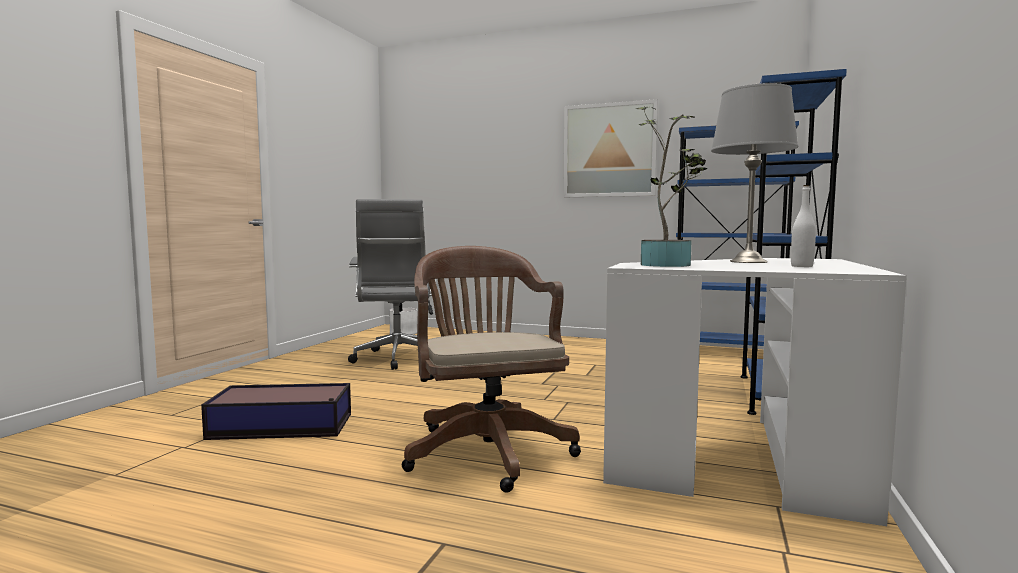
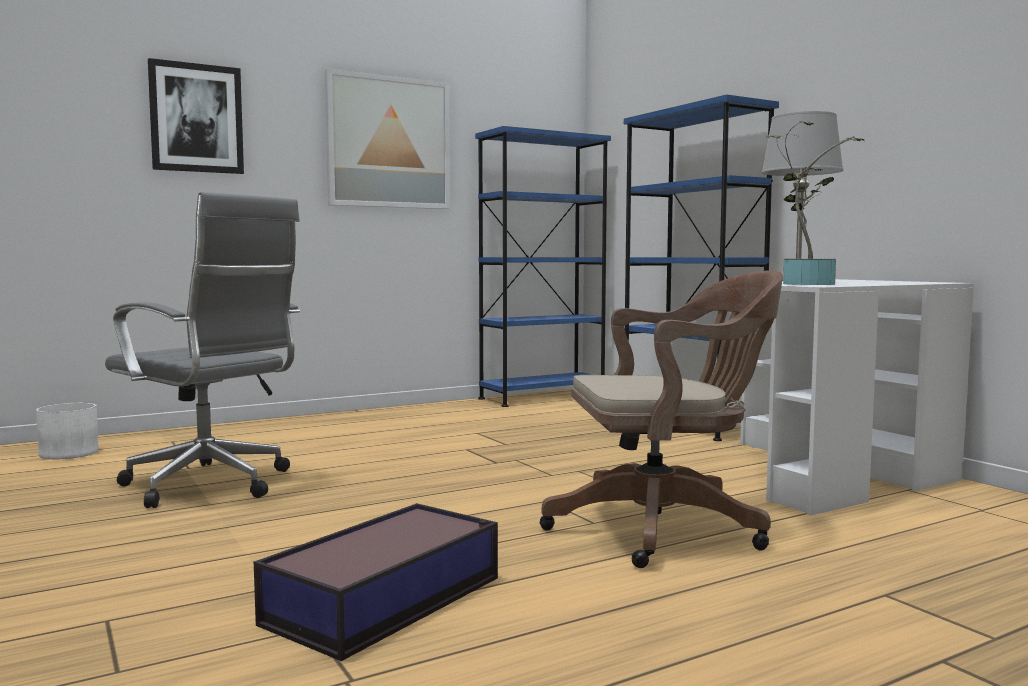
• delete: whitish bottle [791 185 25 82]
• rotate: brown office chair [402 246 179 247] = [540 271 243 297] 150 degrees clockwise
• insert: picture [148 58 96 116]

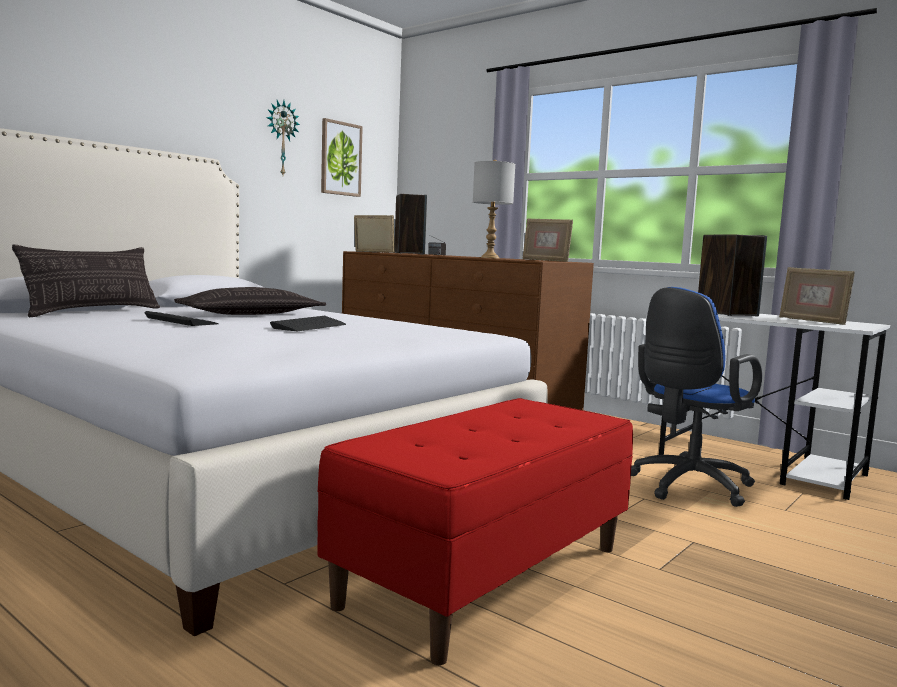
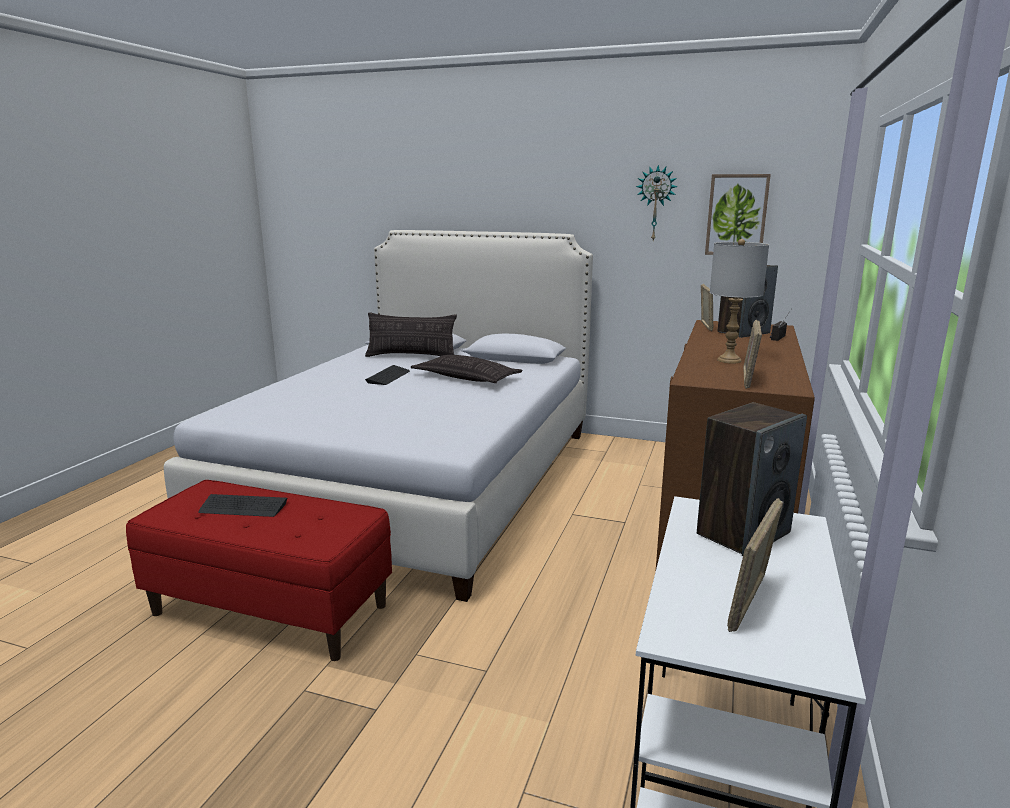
• delete: bluish office chair [631 287 131 220]
• move: PC keyboard [270 316 76 15] to [198 494 89 23]

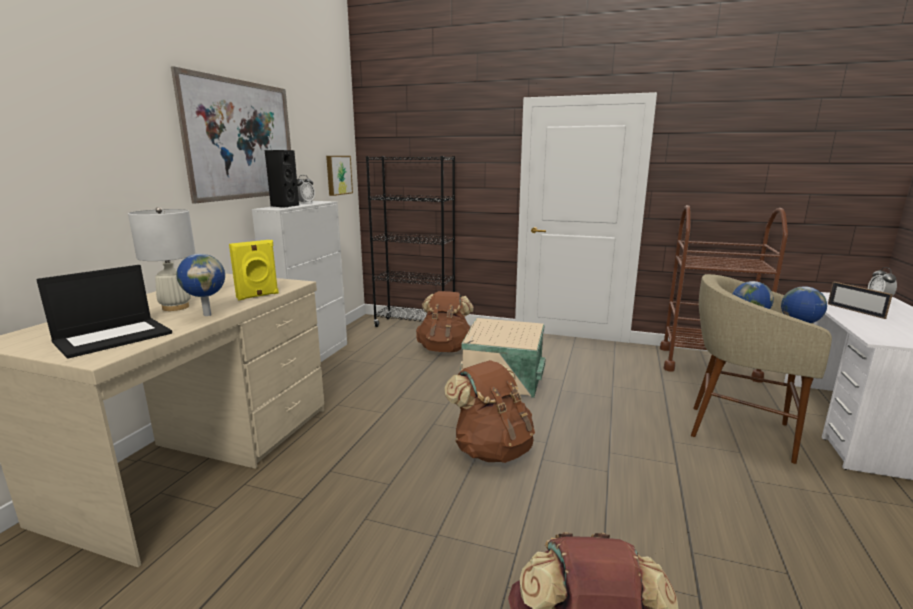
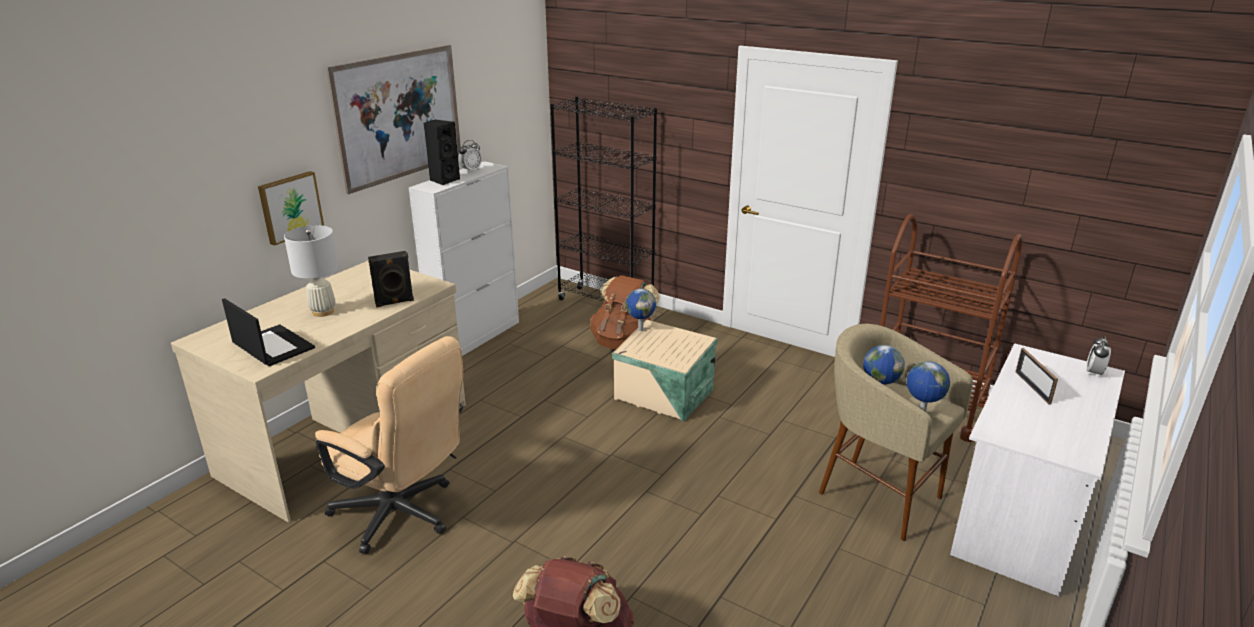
• move: picture [326 156 27 40] to [258 171 66 75]
• recolor: yellow-coloured audio speaker [229 240 50 60] to black-coloured audio speaker [368 251 46 56]
• move: world globe [176 254 49 62] to [626 289 30 42]
• rotate: notebook computer [36 265 136 94] = [222 298 93 68] 105 degrees counterclockwise
• delete: brown rucksack [444 360 91 103]
• insert: sand-coloured office chair [315 336 148 218]

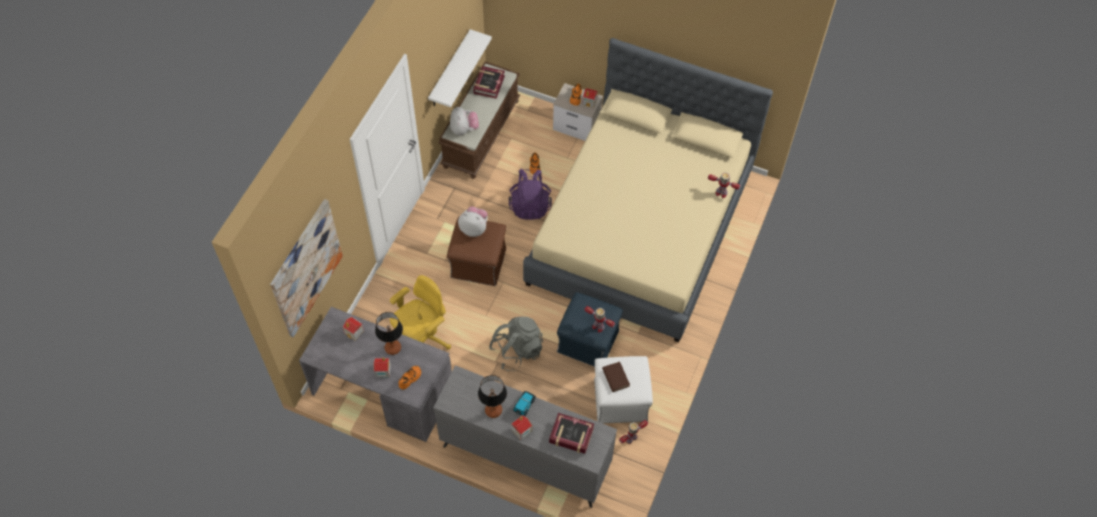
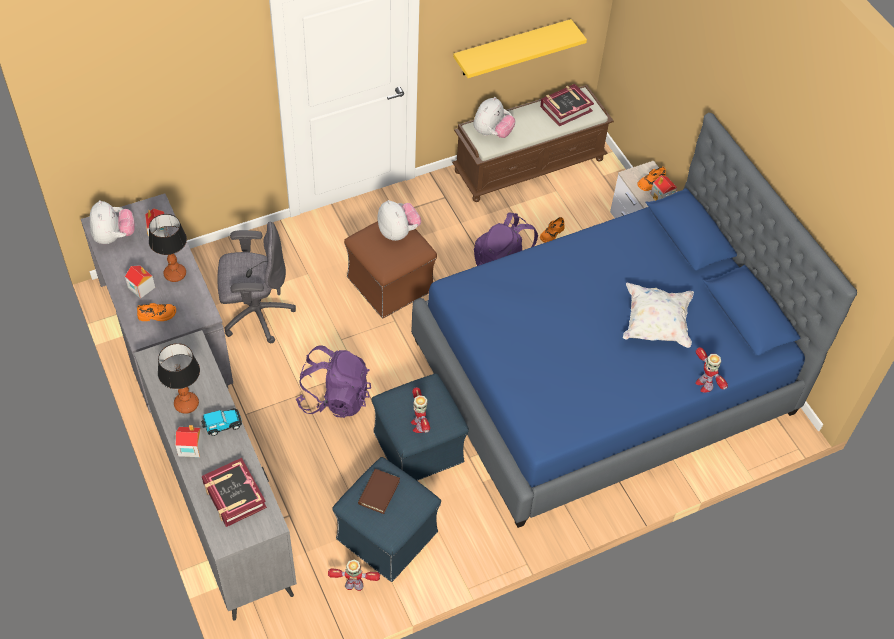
• recolor: whitish bracket shelf [428 29 64 78] to yellow-coloured bracket shelf [453 19 134 59]
• recolor: sand-coloured bedroom bed [523 38 250 304] to bluish bedroom bed [411 113 446 415]
• delete: picture [270 199 73 138]
• recolor: yellow-coloured office chair [390 275 61 75] to greyish office chair [218 222 78 121]
• recolor: greyish rucksack [489 316 54 55] to purplish rucksack [296 345 75 73]
• recolor: whitish ottoman [594 356 59 67] to bluish ottoman [333 457 108 125]
• insert: plush toy [89 200 46 44]
• insert: whitish throw pillow [623 282 71 66]

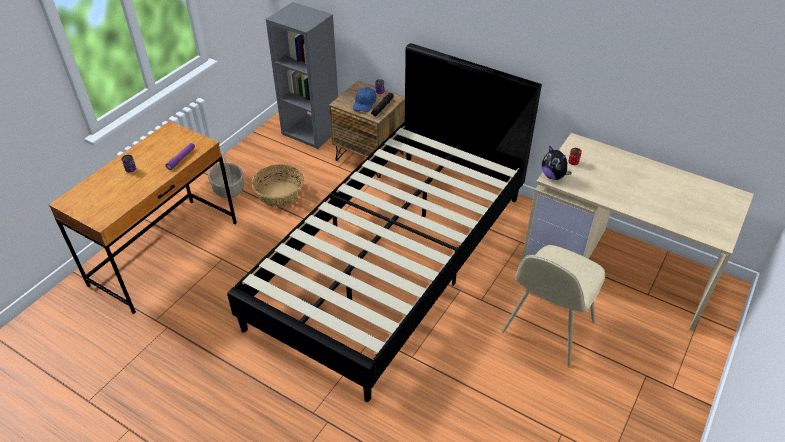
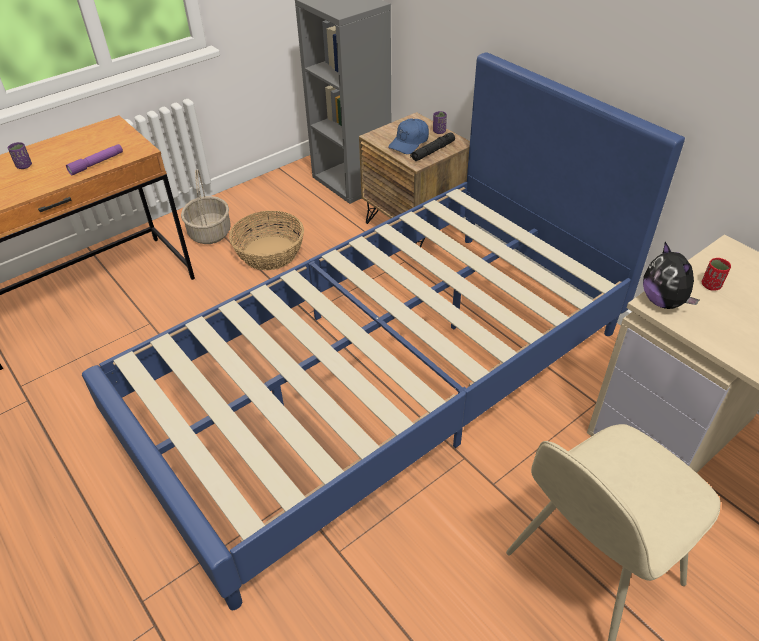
• recolor: black-coloured bedroom bed [227 43 315 359] to bluish bedroom bed [82 52 603 558]

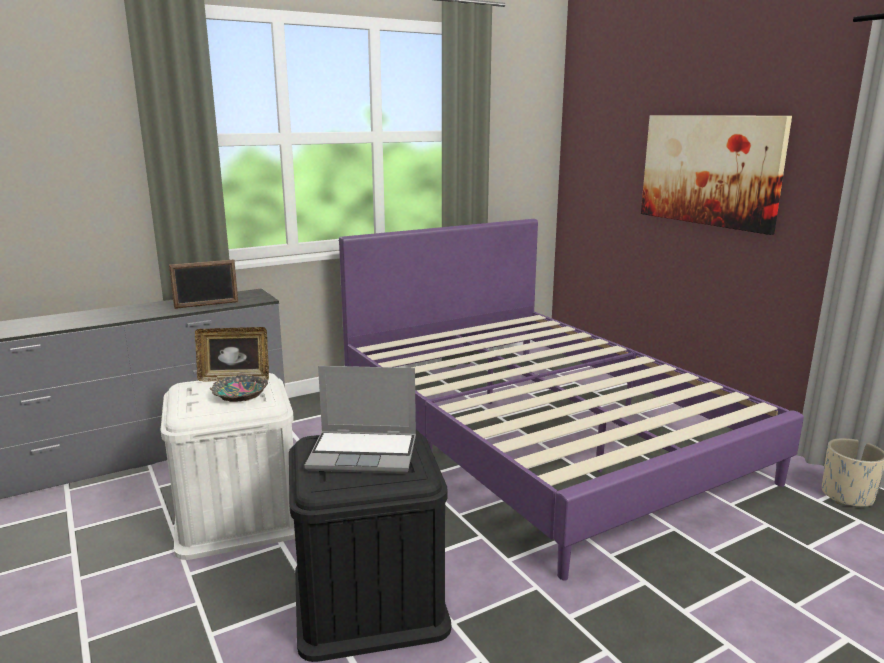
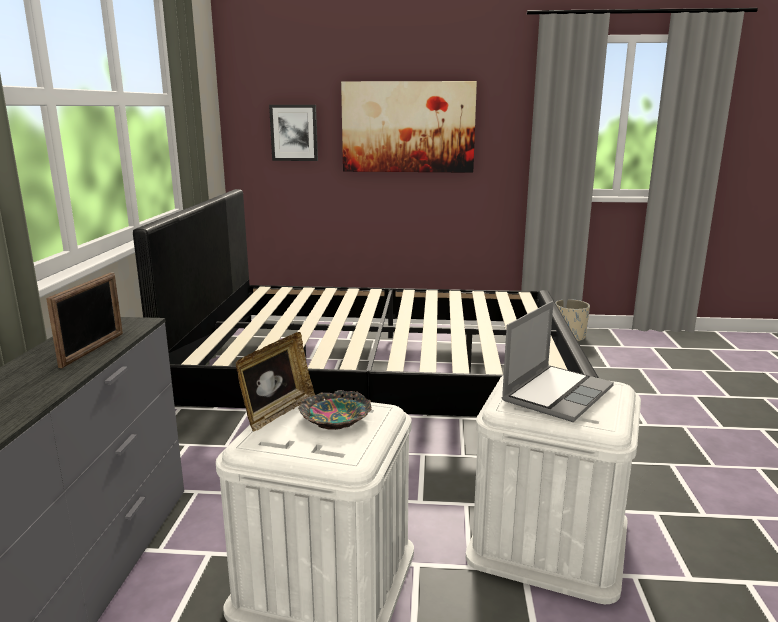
• recolor: purplish bedroom bed [339 219 465 362] to black-coloured bedroom bed [133 189 466 228]
• recolor: black-coloured storage bin [289 430 162 232] to whitish storage bin [466 375 175 229]
• insert: picture [269 105 49 56]

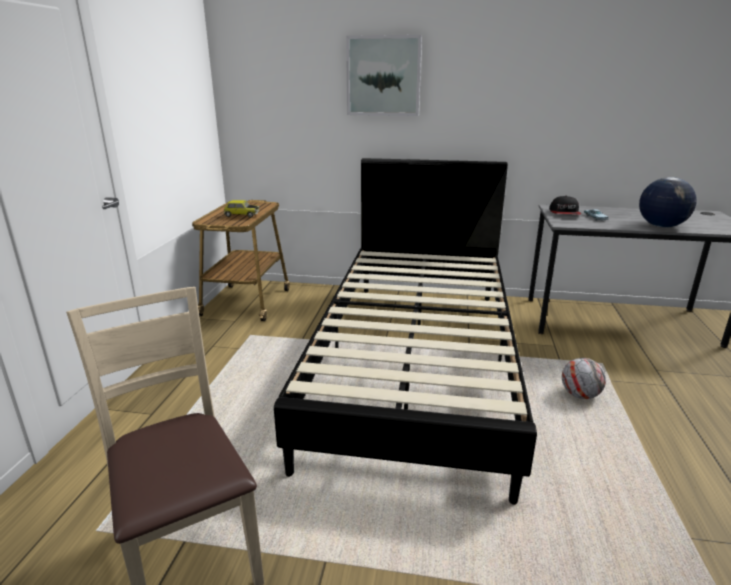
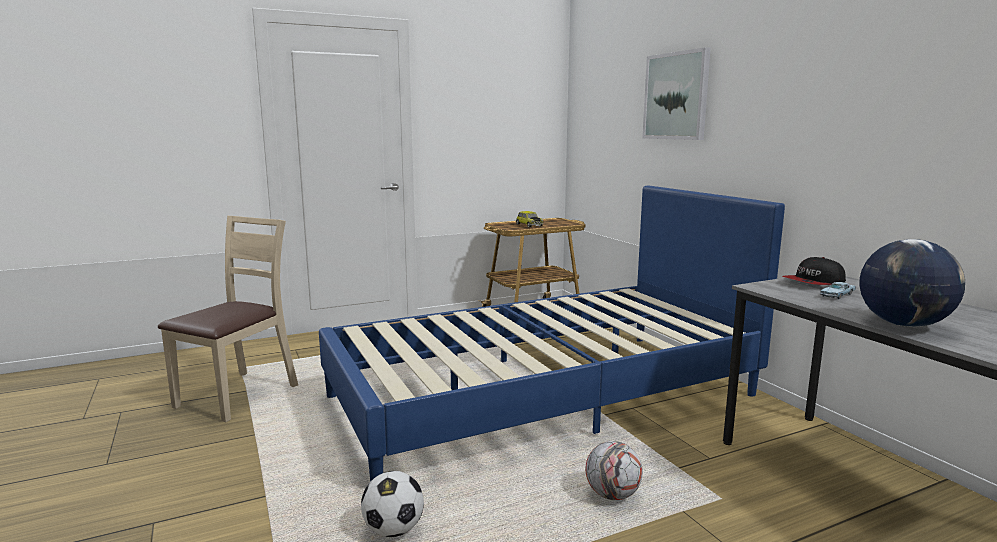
• recolor: black-coloured bedroom bed [274 158 263 347] to bluish bedroom bed [319 185 466 297]
• insert: football [361 471 63 66]

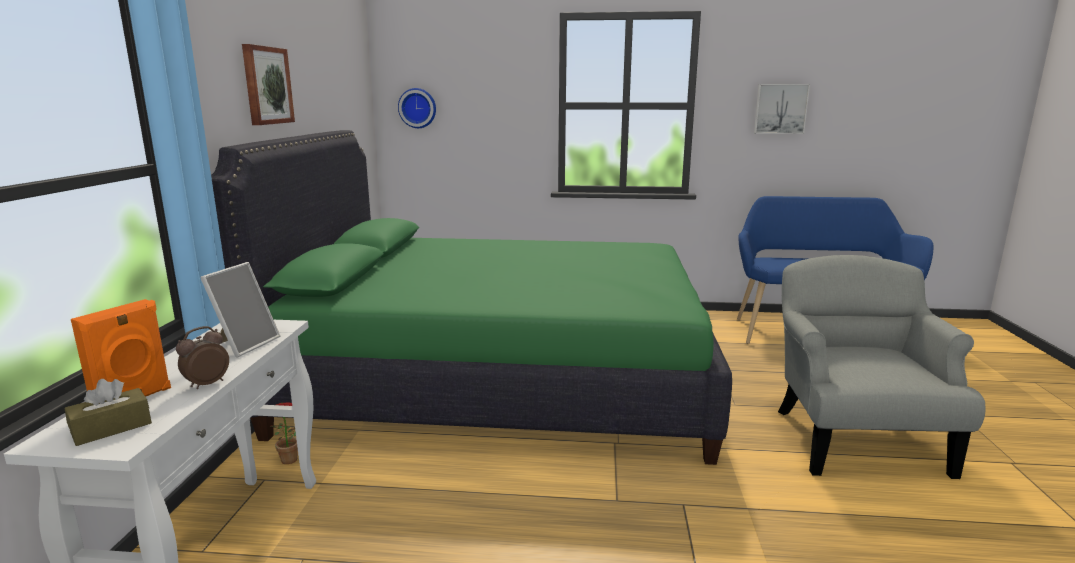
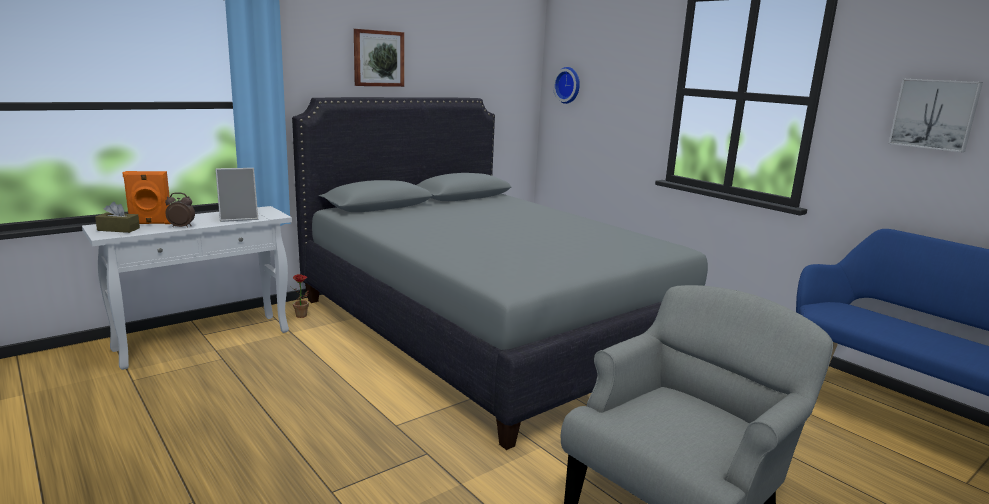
• recolor: green bedroom bed [211 130 521 335] to greyish bedroom bed [292 97 416 353]

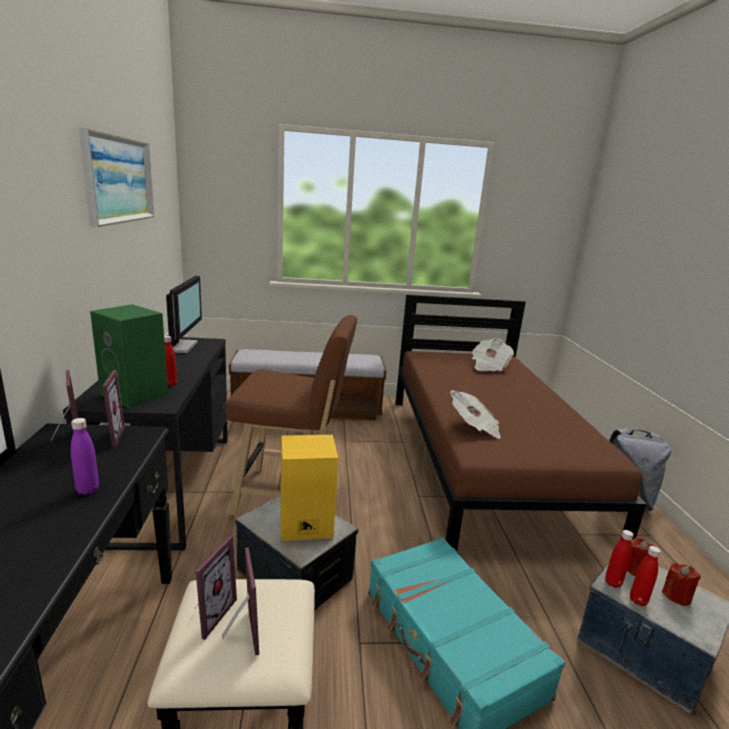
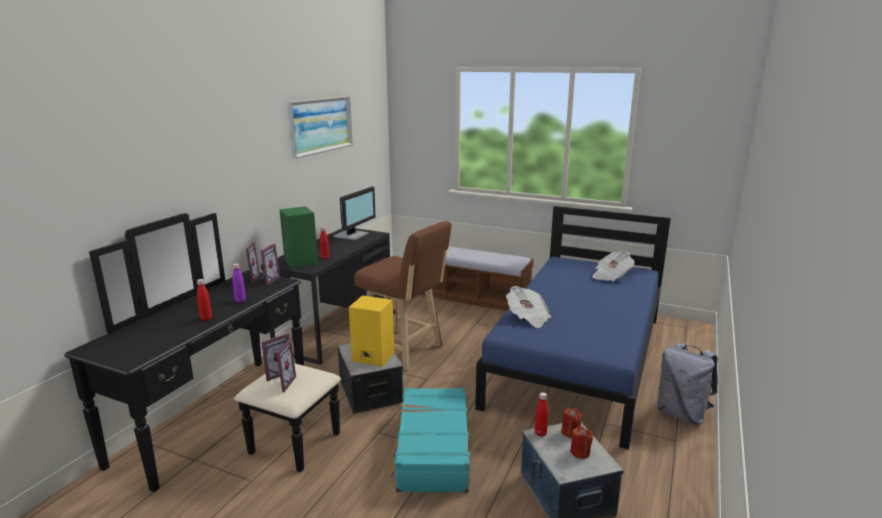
• recolor: brown bedroom bed [395 294 251 257] to bluish bedroom bed [475 206 196 243]
• move: red bottle [630 546 31 60] to [197 279 15 42]

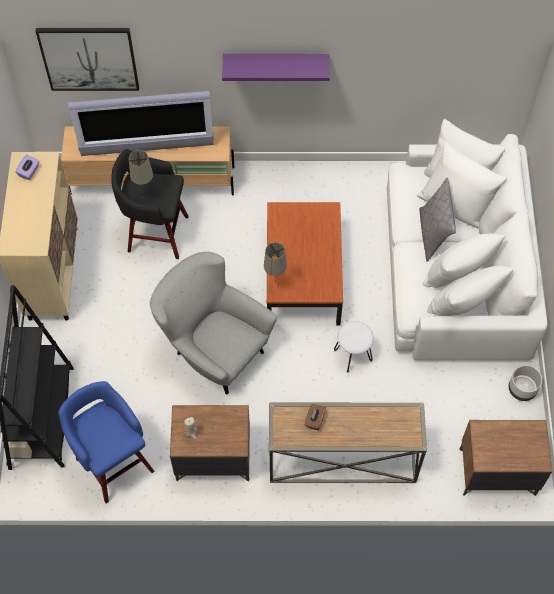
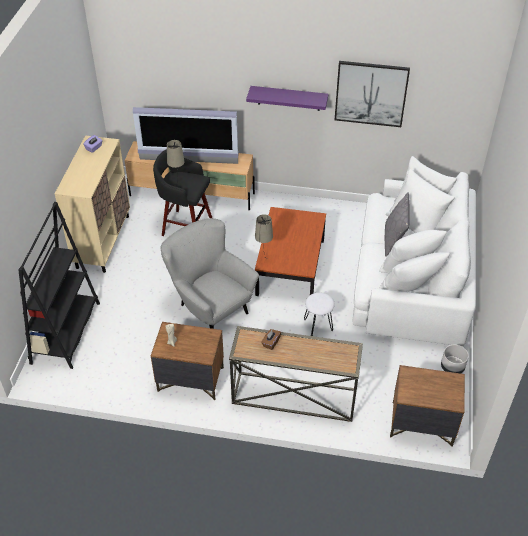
• move: picture [36 28 103 63] to [335 61 75 66]
• delete: bluish stool seat [58 381 96 123]

